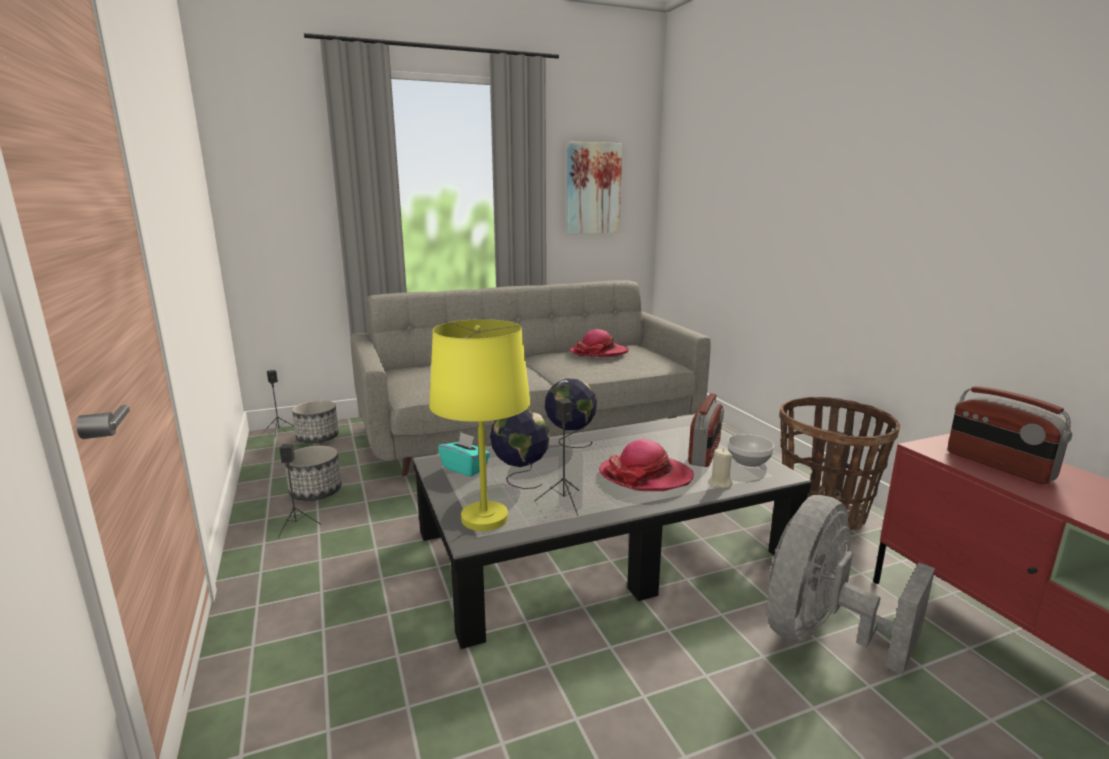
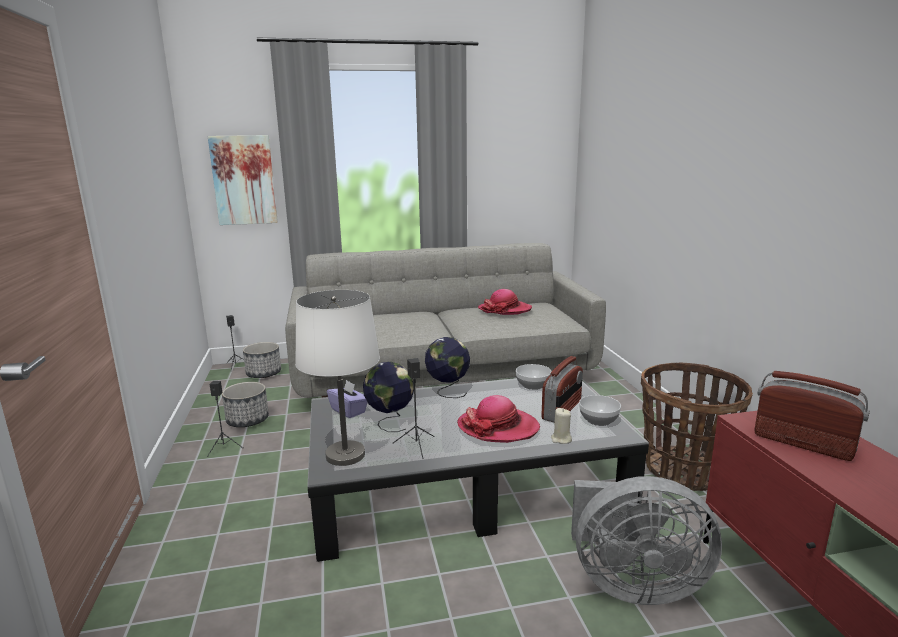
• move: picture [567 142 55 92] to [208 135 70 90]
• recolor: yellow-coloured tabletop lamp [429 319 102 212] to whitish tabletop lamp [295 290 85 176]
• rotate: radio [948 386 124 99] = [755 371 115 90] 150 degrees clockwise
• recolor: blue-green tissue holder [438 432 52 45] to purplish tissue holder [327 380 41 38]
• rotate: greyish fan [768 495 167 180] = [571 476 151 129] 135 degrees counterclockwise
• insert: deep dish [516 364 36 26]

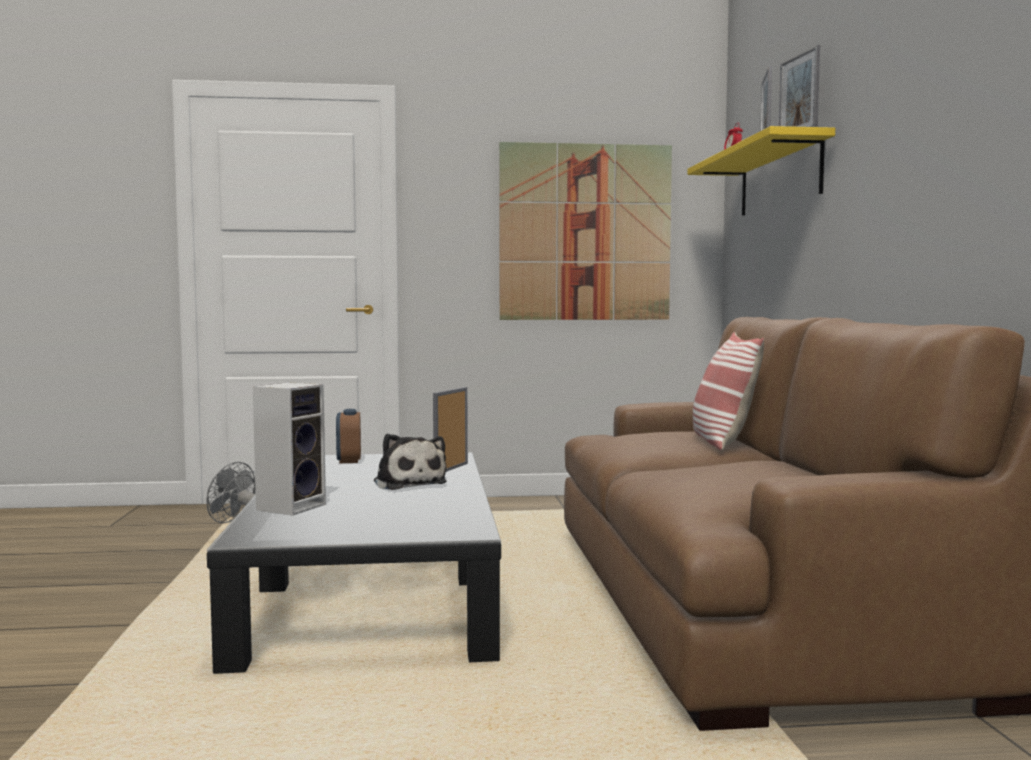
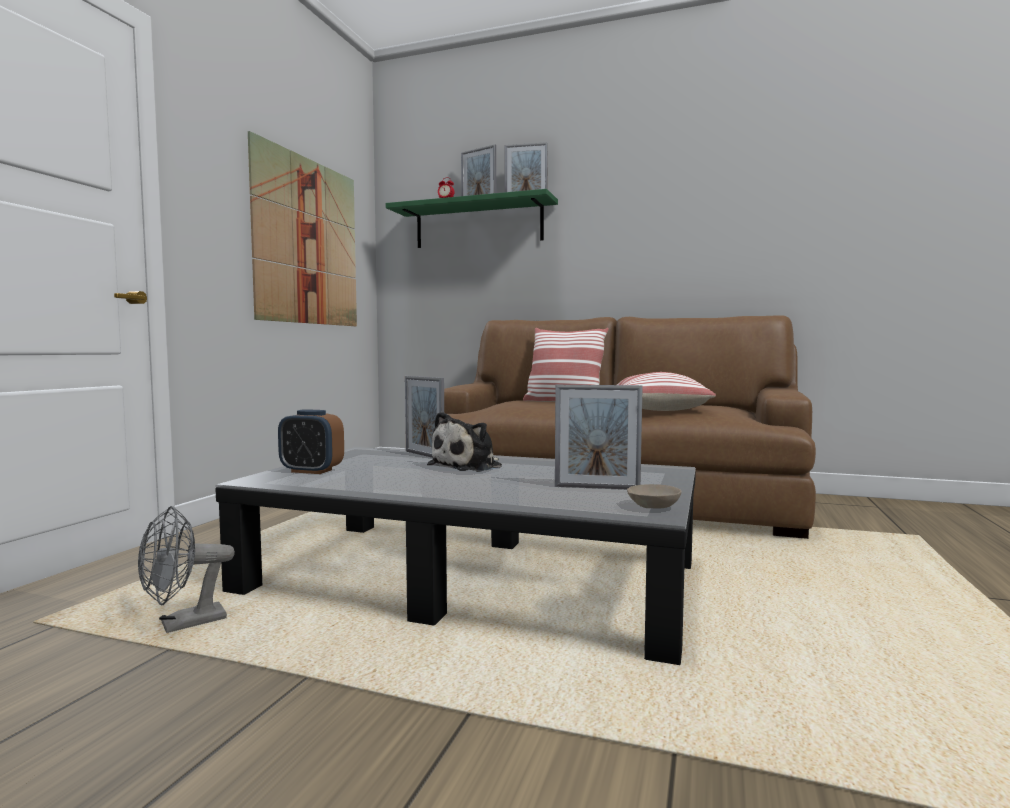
• recolor: yellow-coloured bracket shelf [687 126 148 90] to green bracket shelf [386 189 172 59]
• delete: audio speaker [253 382 73 134]
• rotate: plush toy [374 434 73 56] = [427 412 75 60] 135 degrees clockwise
• insert: throw pillow [617 372 99 39]
• insert: picture frame [555 385 88 104]
• insert: sand-coloured deep dish [627 484 55 24]

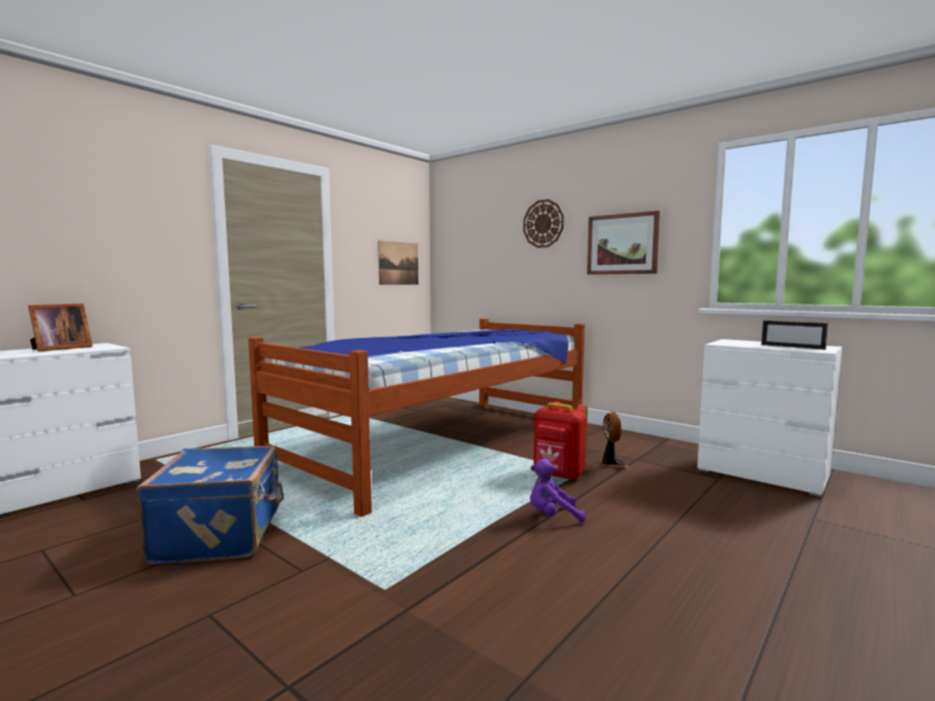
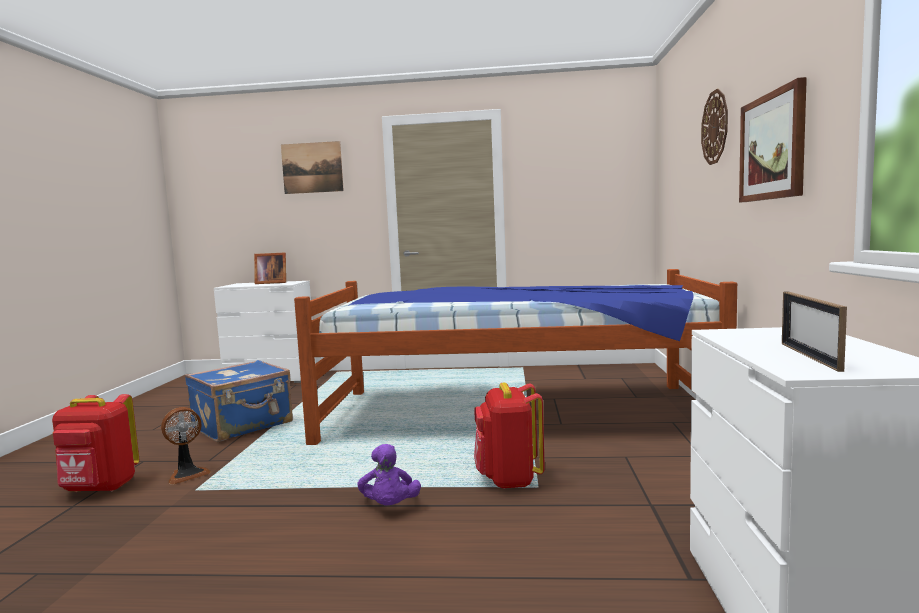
• move: picture [378 241 40 44] to [281 141 63 53]
• move: fan [599 412 31 58] to [161 407 50 77]
• rotate: purplish plush toy [530 459 56 63] = [357 444 64 61] 150 degrees counterclockwise
• insert: red rucksack [52 394 88 98]

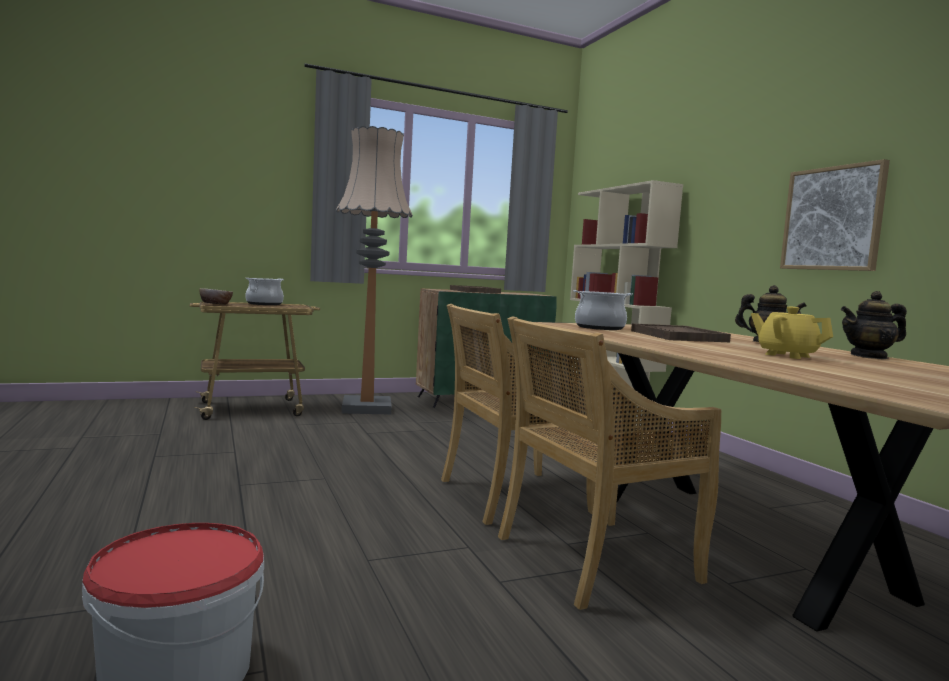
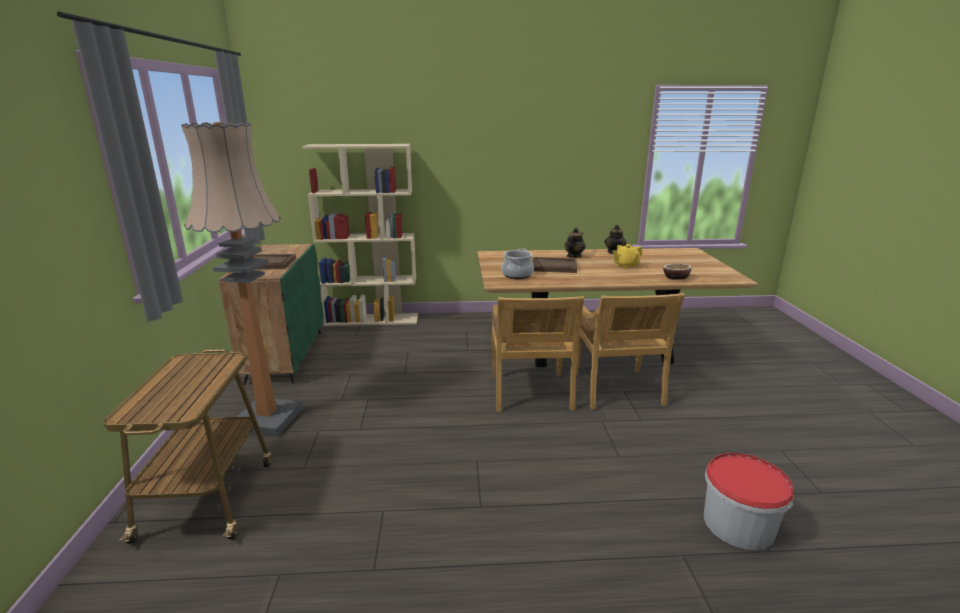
• delete: picture [780 159 110 112]
• delete: stockpot [245 278 39 27]
• move: deep dish [199 288 34 17] to [663 264 29 16]

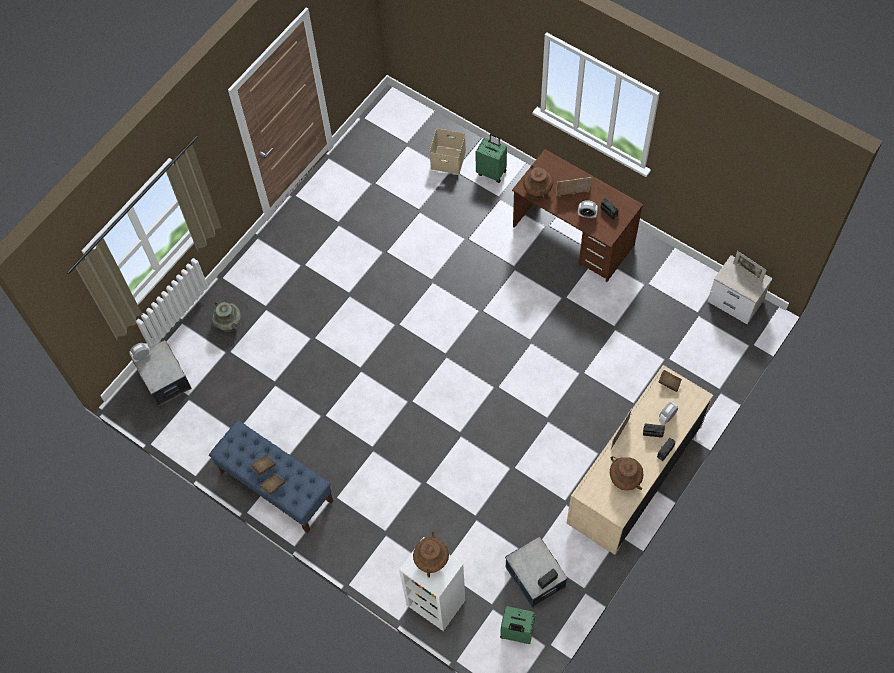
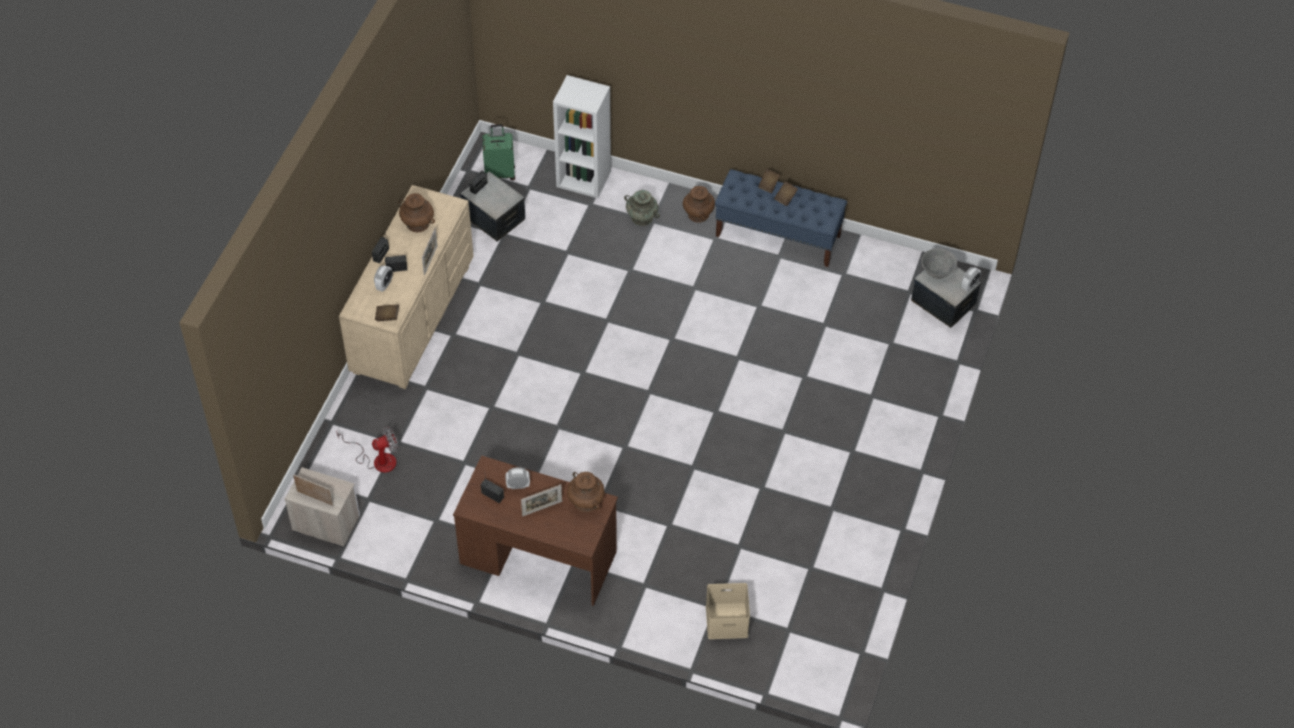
• delete: green travel case [475 134 32 49]
• move: blue-green vase [212 302 29 30] to [624 190 36 36]
• move: brown vase [413 532 36 46] to [683 186 32 37]
• insert: greyish deep dish [921 248 36 31]
• insert: fan [336 427 62 46]

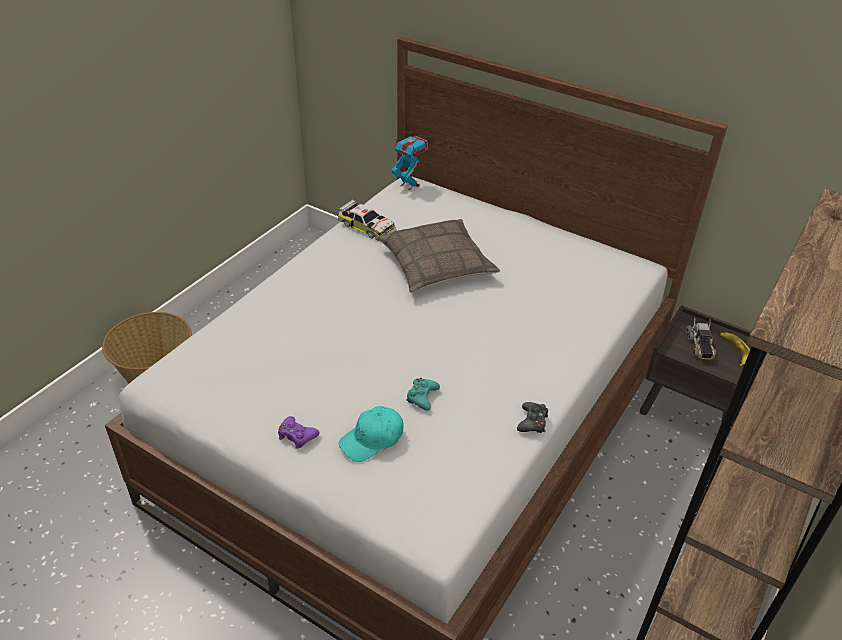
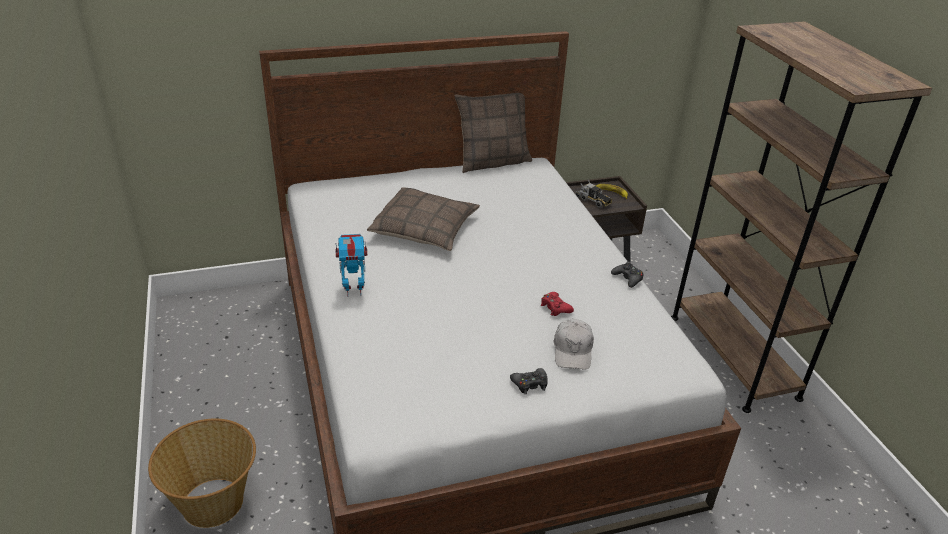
• move: model robot [392 135 36 55] to [335 234 32 62]
• delete: toy car [338 200 58 41]
• recolor: blue-green joypad [406 378 34 33] to red joypad [541 292 33 24]
• recolor: blue-green cap [339 406 65 56] to whitish cap [554 319 40 51]
• recolor: purplish joypad [278 416 42 33] to black-coloured joypad [510 368 38 26]
• insert: throw pillow [454 93 78 80]

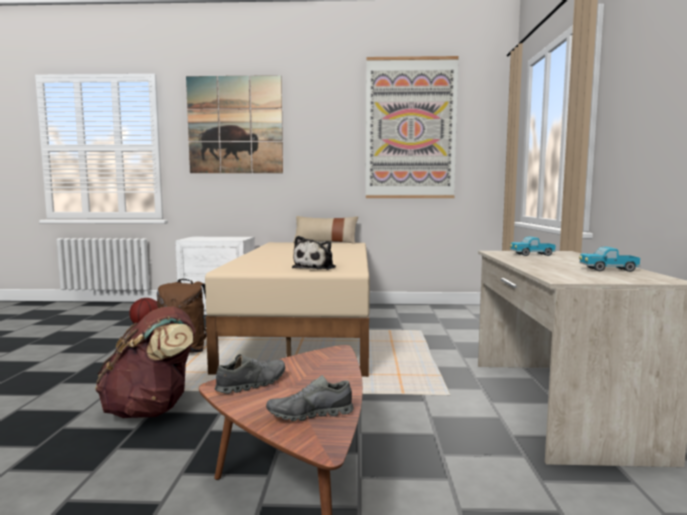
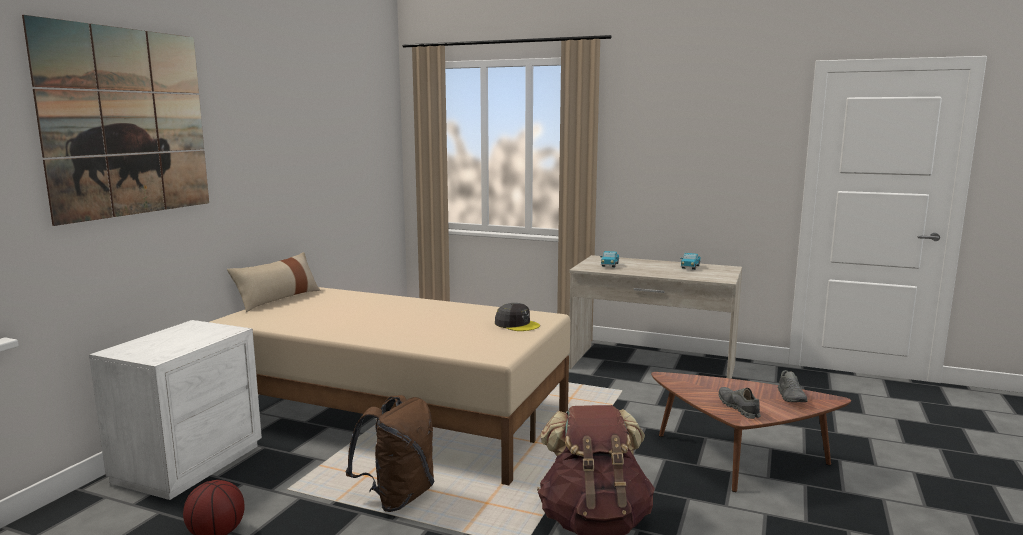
• delete: picture [366 56 93 142]
• replace: plush toy [292 236 44 34] to greyish cap [495 303 45 28]

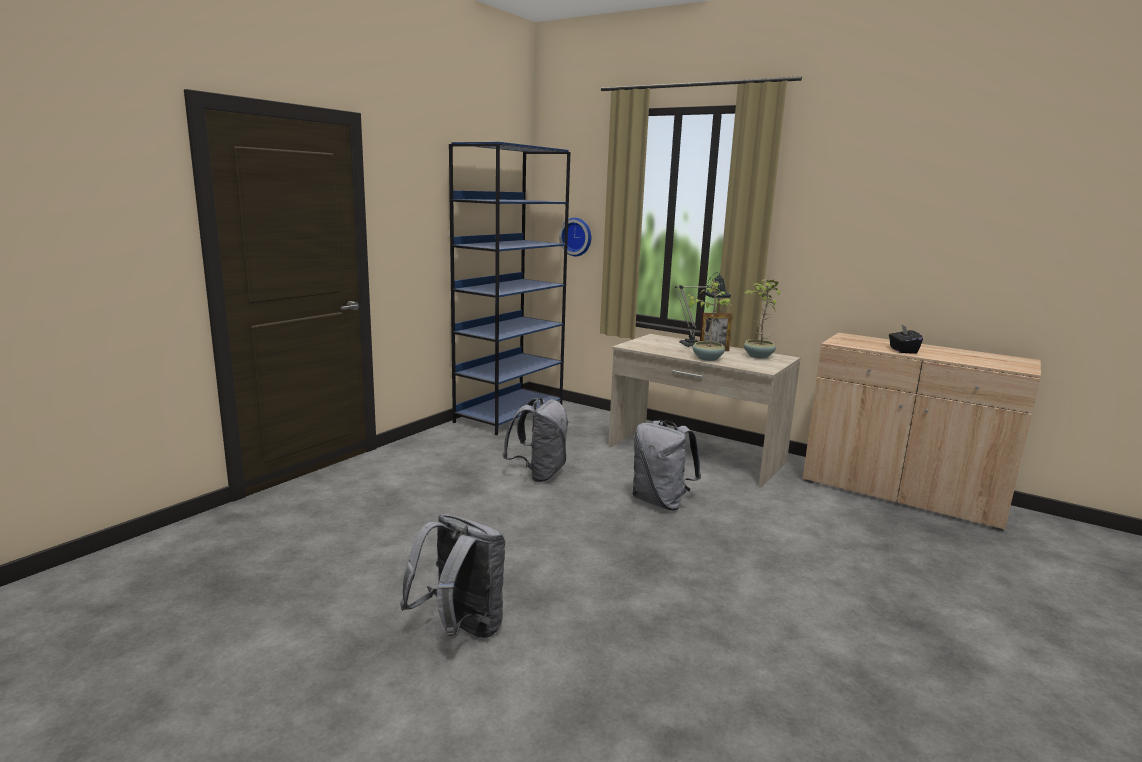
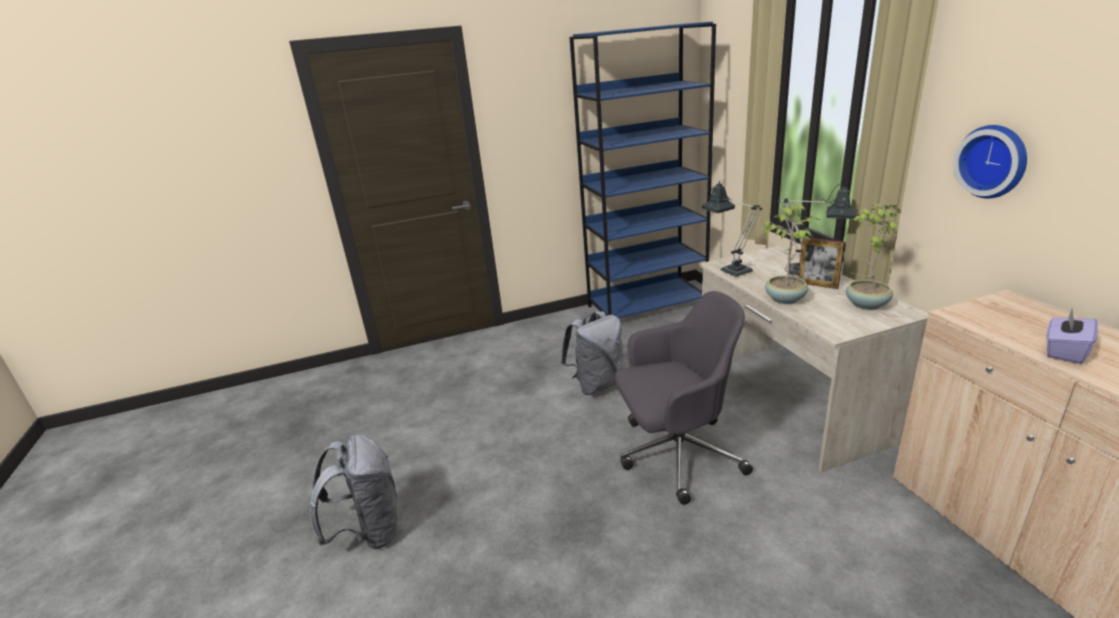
• move: clock on the wall [559 218 32 38] to [953 125 74 73]
• recolor: black-coloured tissue holder [889 325 34 29] to purplish tissue holder [1047 309 51 55]
• replace: greyish rucksack [632 420 69 90] to greyish office chair [615 291 138 214]
• insert: tabletop lamp [702 180 60 97]

